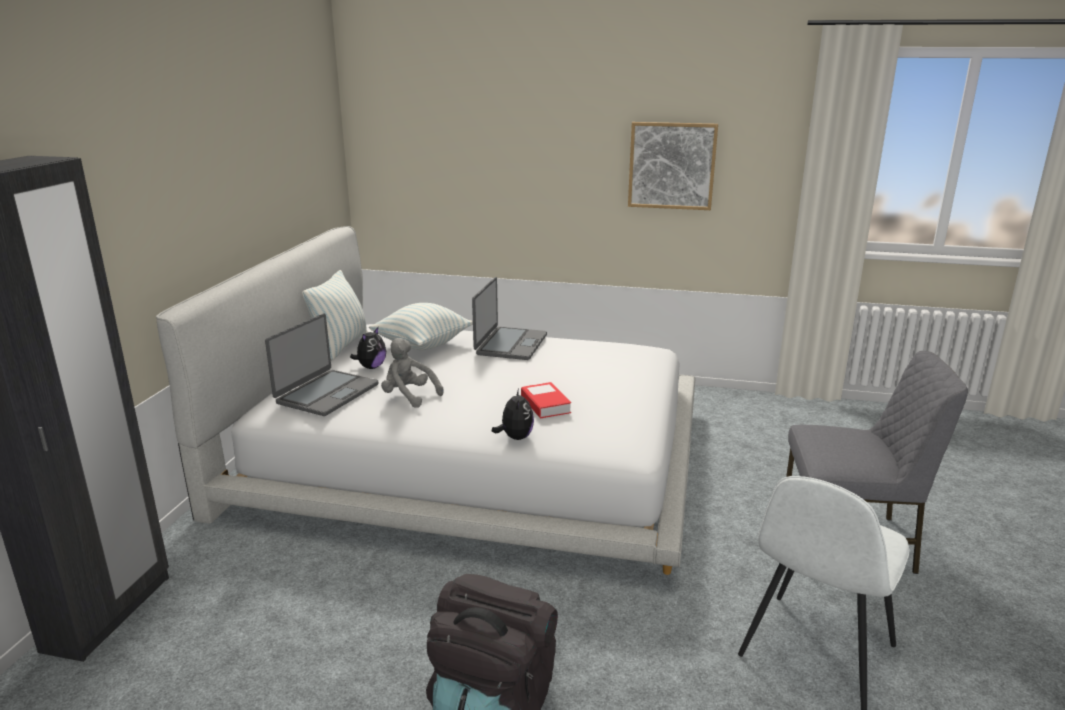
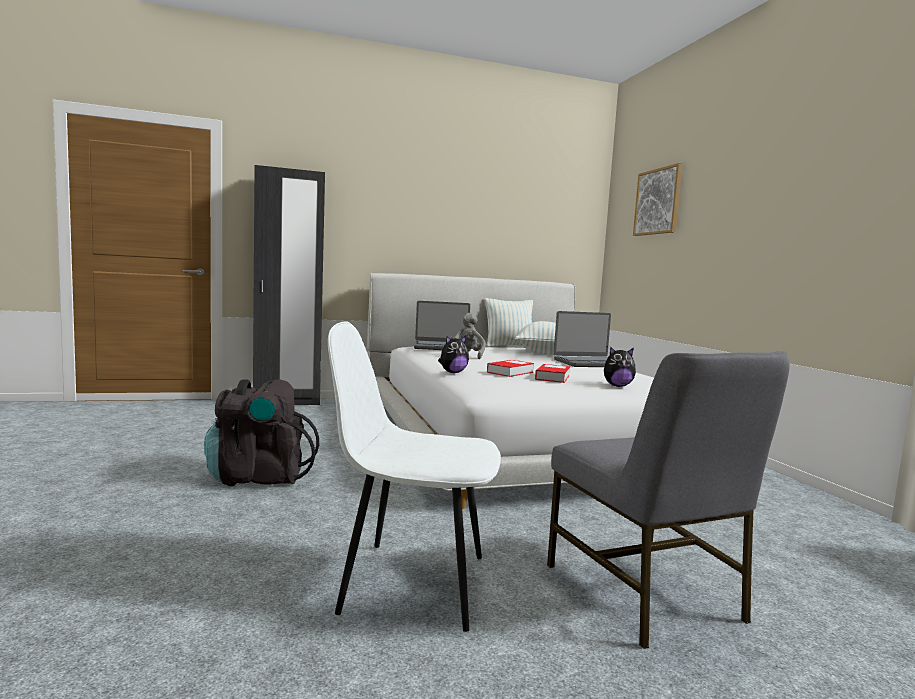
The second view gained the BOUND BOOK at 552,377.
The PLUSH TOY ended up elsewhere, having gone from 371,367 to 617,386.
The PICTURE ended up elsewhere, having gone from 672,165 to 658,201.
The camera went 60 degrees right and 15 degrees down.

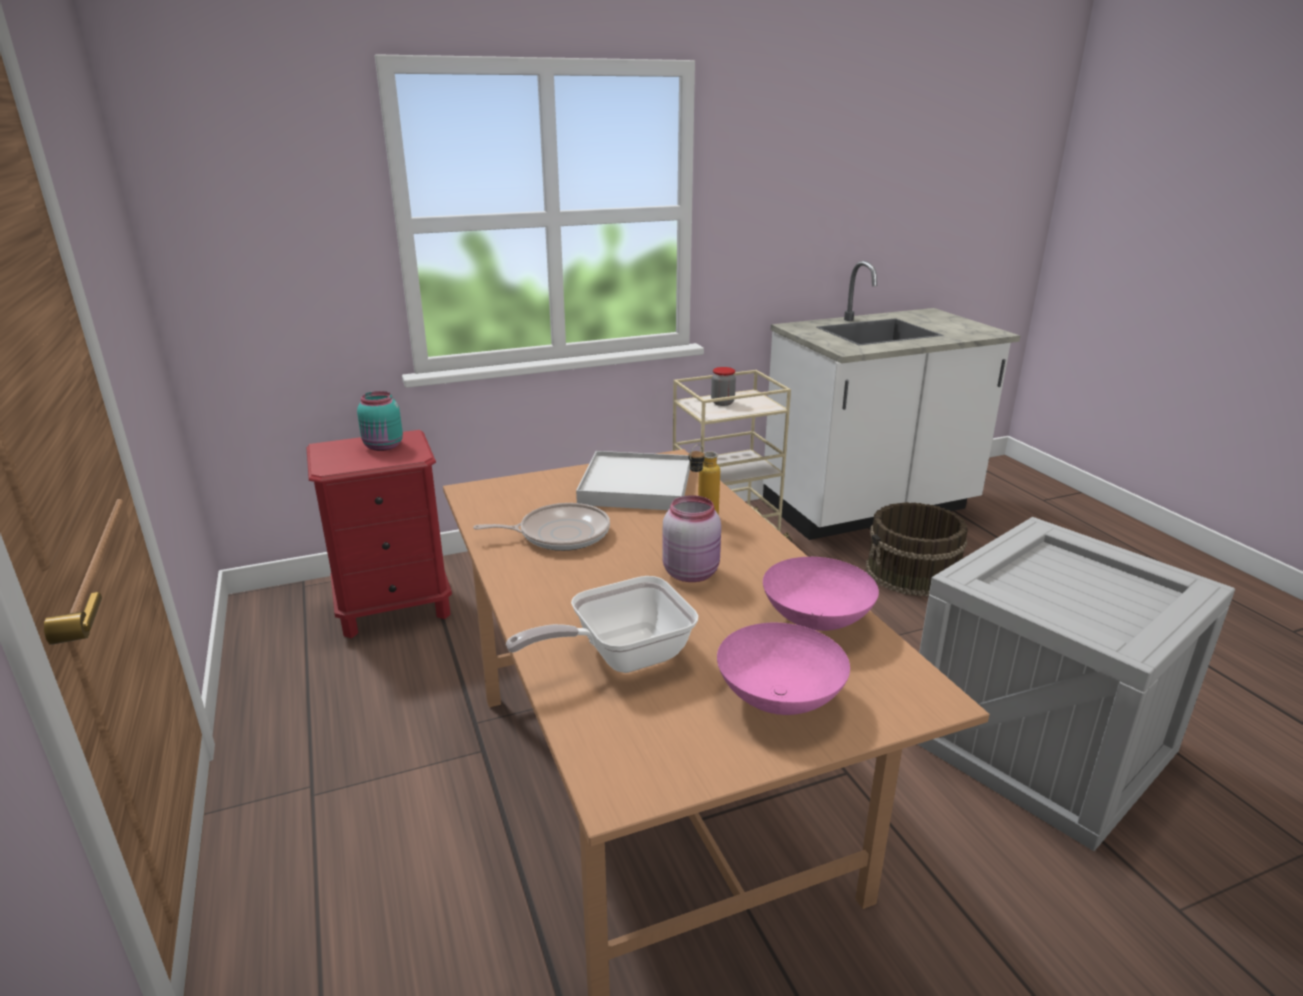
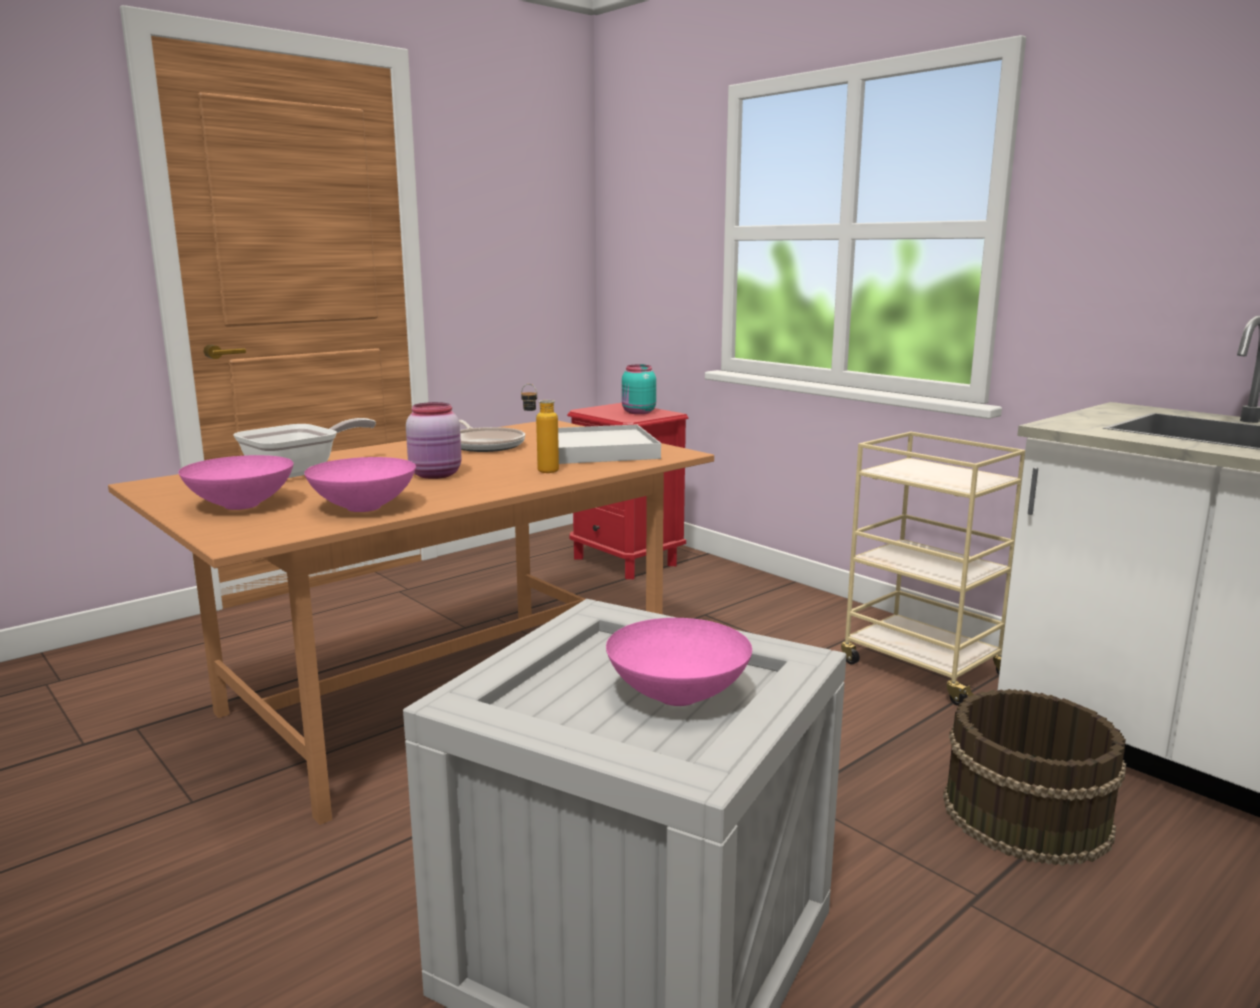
The PAN at 620,656 ended up facing another way, 90 degrees clockwise from before.
The second view gained the PINK-COLOURED SERVING BOWL at 680,695.
The second view lost the PRESERVE JAR at 722,403.
The camera went 70 degrees right and 10 degrees down.

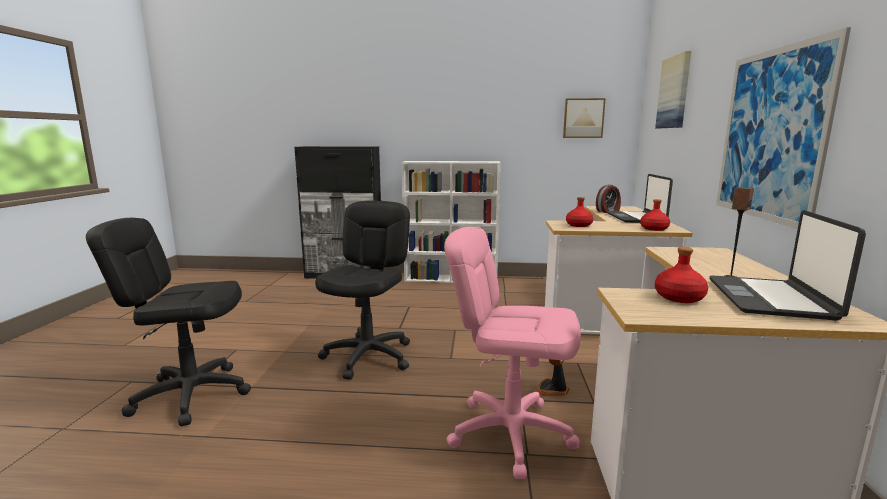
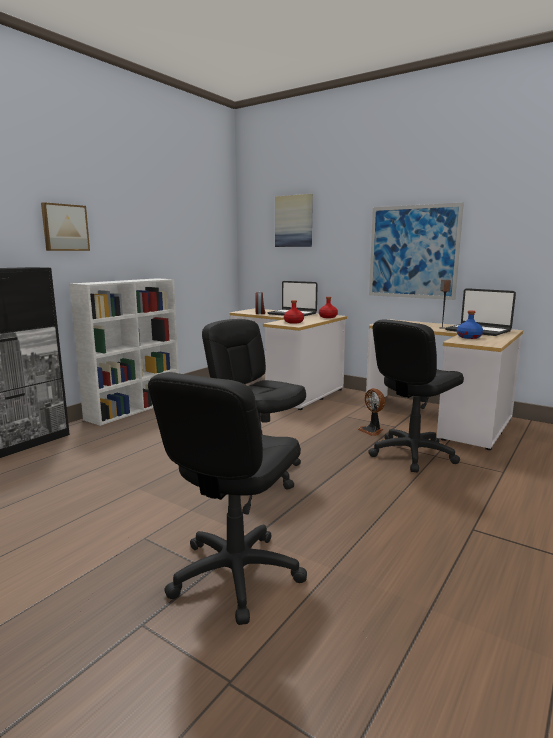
The PICTURE ended up elsewhere, having gone from 583,118 to 64,227.
What was the PINK-COLOURED OFFICE CHAIR at 510,433 turned into the BLACKISH OFFICE CHAIR at 412,454.
What was the RED-COLOURED DRINK BOTTLE at 679,297 turned into the BLUISH DRINK BOTTLE at 469,337.
The camera went 60 degrees left and 0 degrees up.

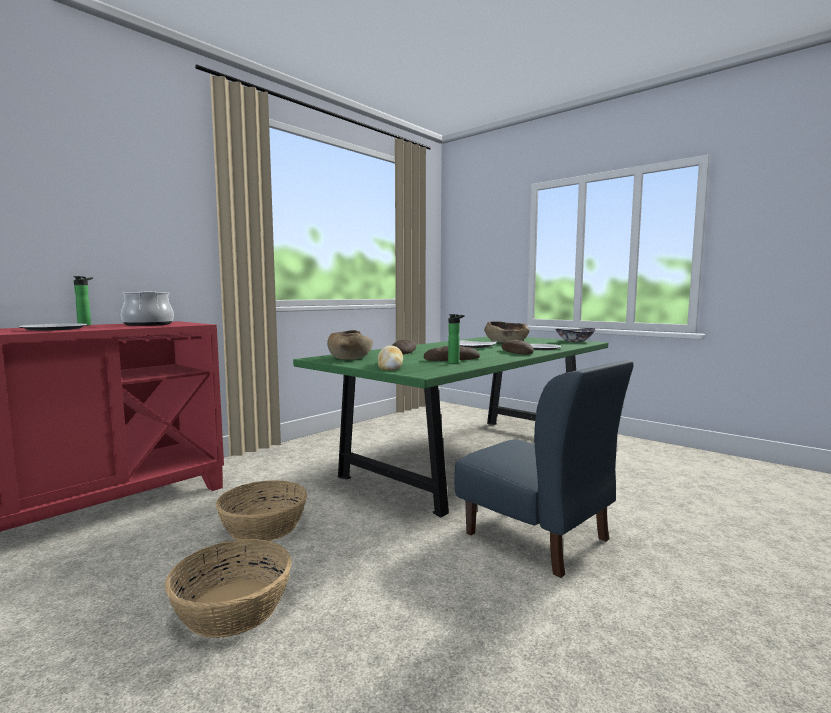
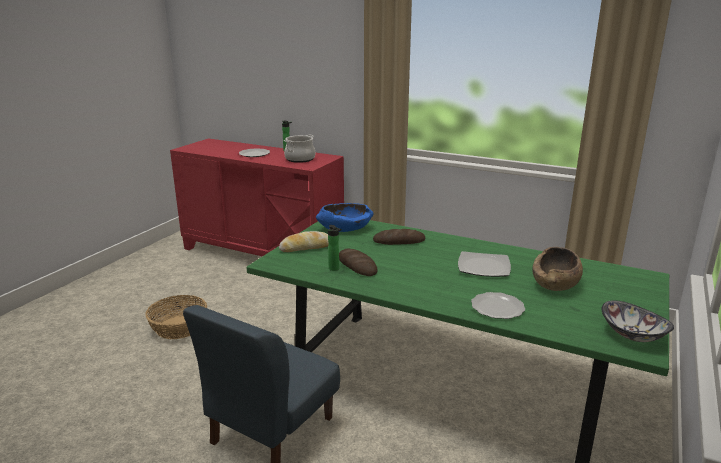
What was the BROWNISH SERVING BOWL at 350,357 turned into the BLUISH SERVING BOWL at 345,228.
The second view lost the STORAGE BASKET at 263,526.
The second view lost the BAKERY BREAD at 516,352.
The camera went 75 degrees right and 15 degrees up.

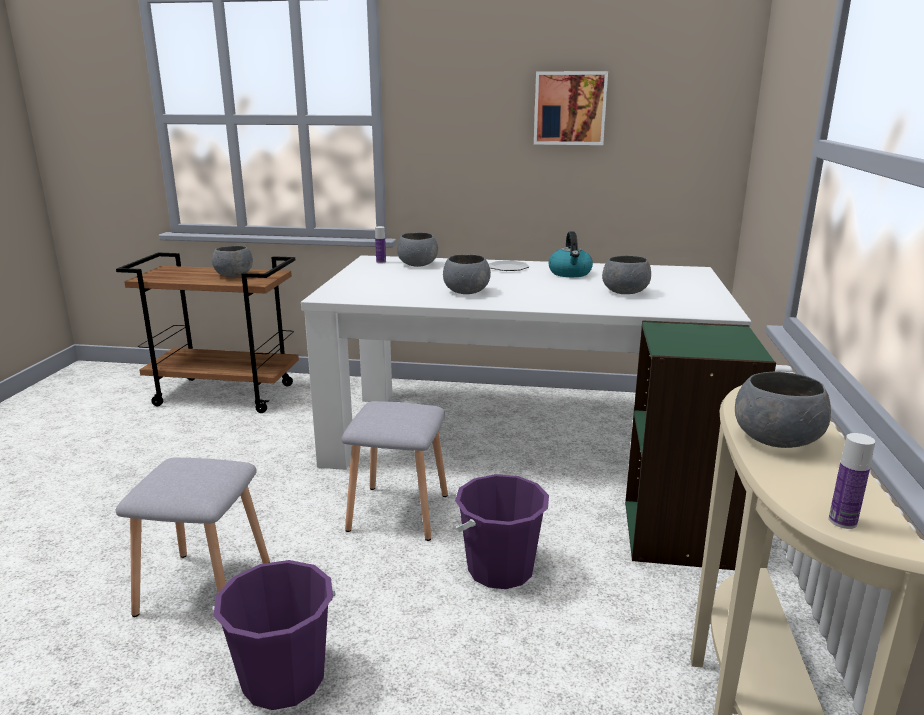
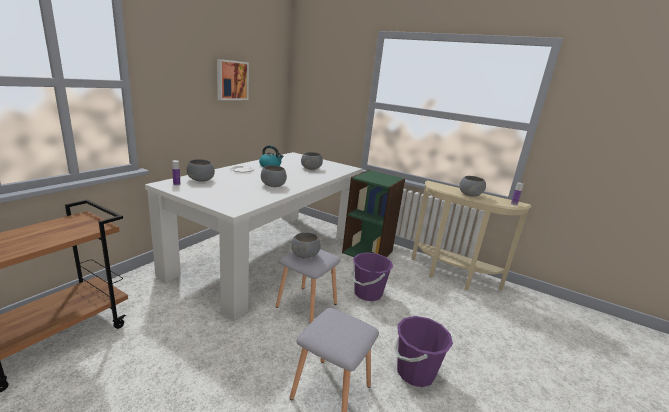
The GRAY SERVING BOWL ended up elsewhere, having gone from 234,275 to 304,255.
The camera went 70 degrees left and 0 degrees up.

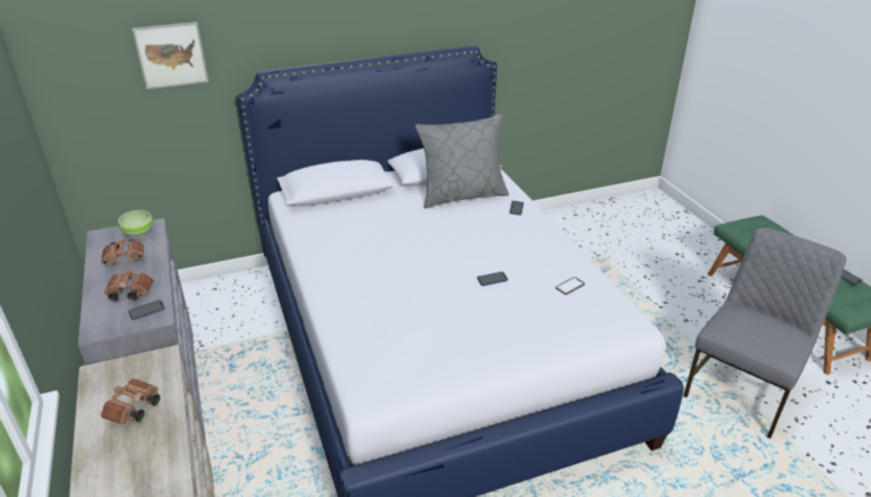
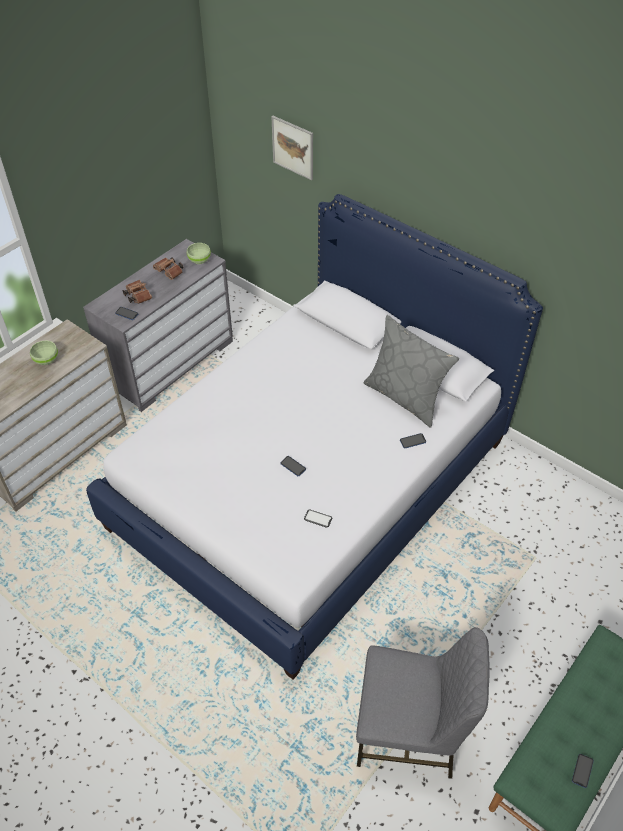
Where the BROWNISH BINOCULARS stood at 133,410, the GREENISH SERVING BOWL came to stand at 46,360.
The camera went 60 degrees right and 15 degrees up.

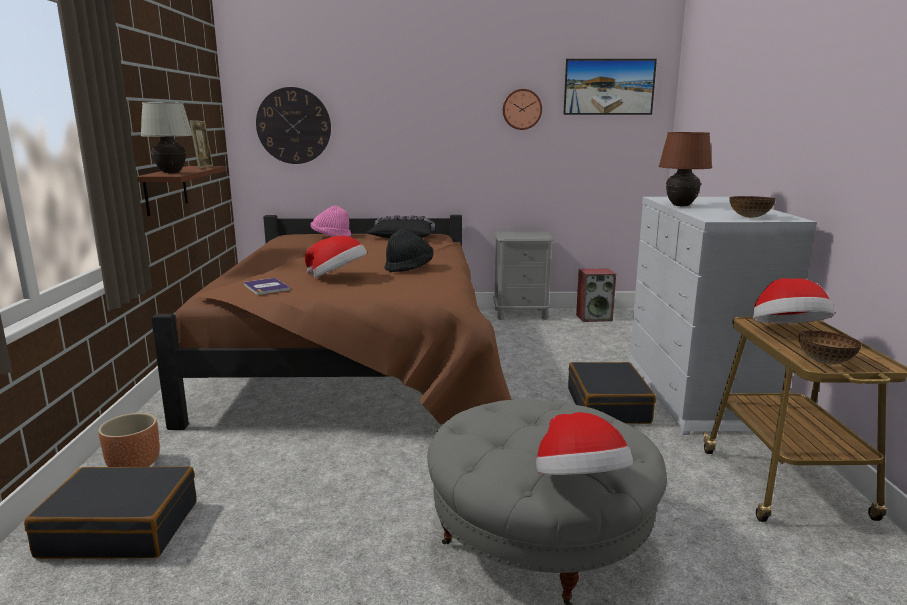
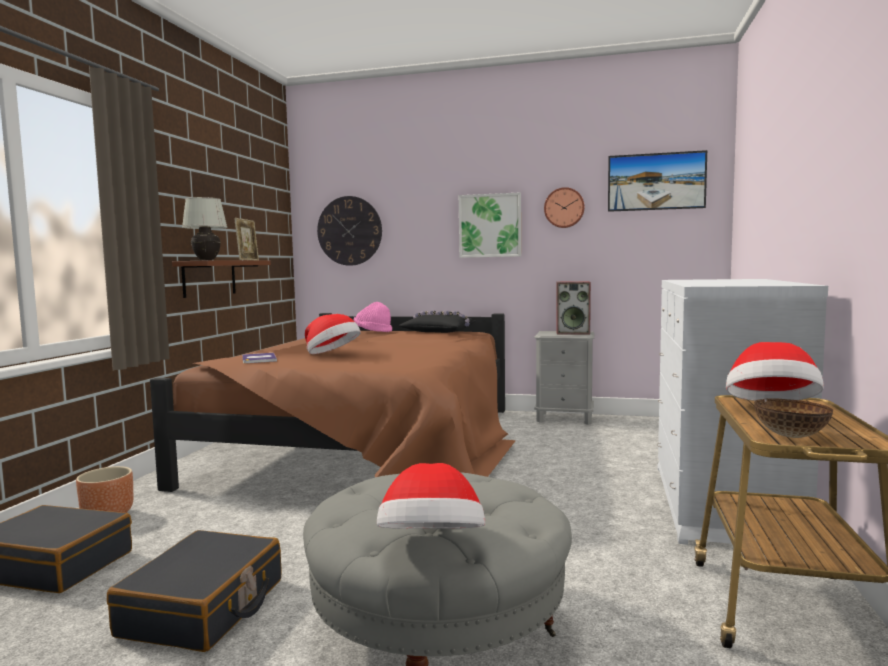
The BLACKISH TRAVEL CASE ended up elsewhere, having gone from 608,405 to 204,608.
The second view gained the PICTURE at 490,225.
The LOUDSPEAKER ended up elsewhere, having gone from 594,317 to 573,332.
The second view lost the BLACKISH HAT at 409,268.
The second view lost the BROWNISH TABLETOP LAMP at 680,206.
The second view lost the SERVING BOWL at 749,217.
The camera went 15 degrees right and 10 degrees down.

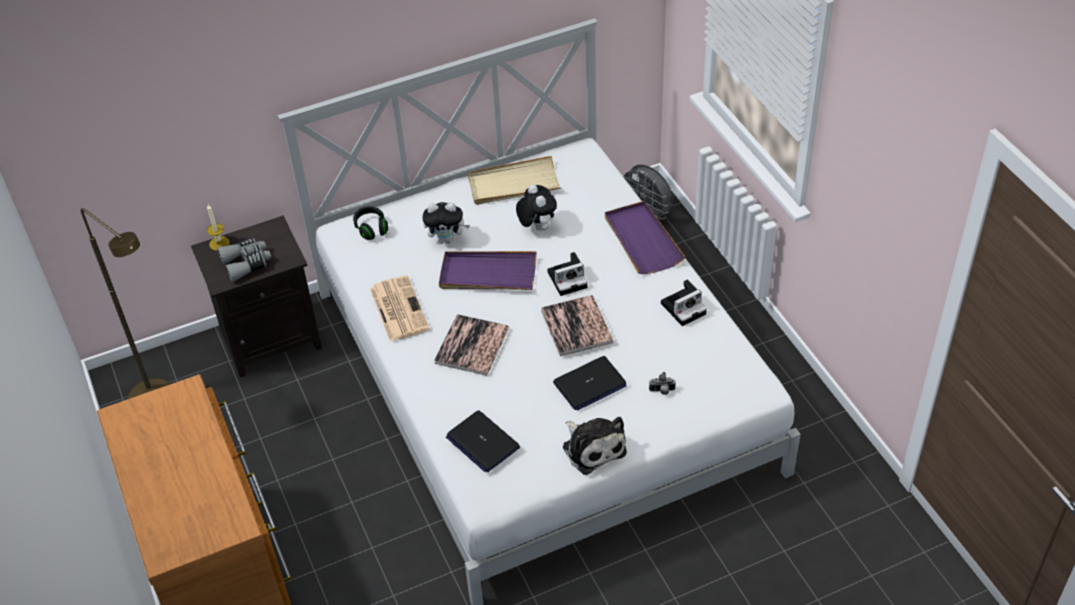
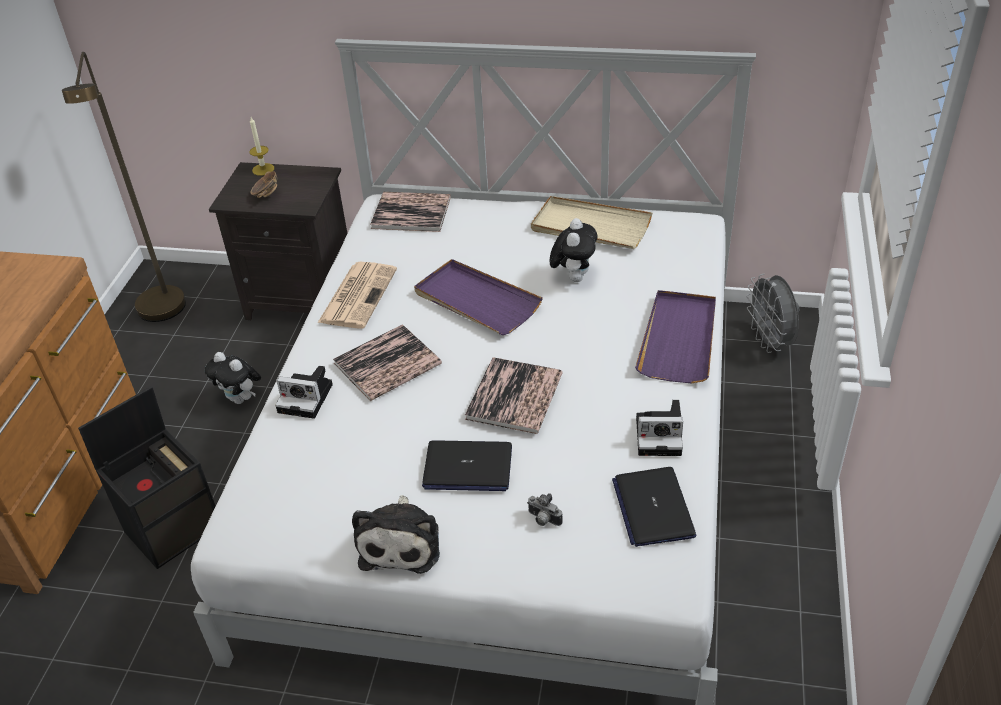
The second view gained the BLACKISH STORAGE CONTAINER at 174,527.
The PLUSH TOY ended up elsewhere, having gone from 447,239 to 241,399.
Where the GRAY BINOCULARS stood at 247,263, the SERVING BOWL came to stand at 266,194.
The STILL CAMERA ended up elsewhere, having gone from 568,279 to 308,398.
Where the BLACKISH HEADPHONES stood at 371,228, the BOUND BOOK came to stand at 411,213.
The LAPTOP ended up elsewhere, having gone from 482,442 to 653,507.
The camera went 35 degrees right and 5 degrees down.

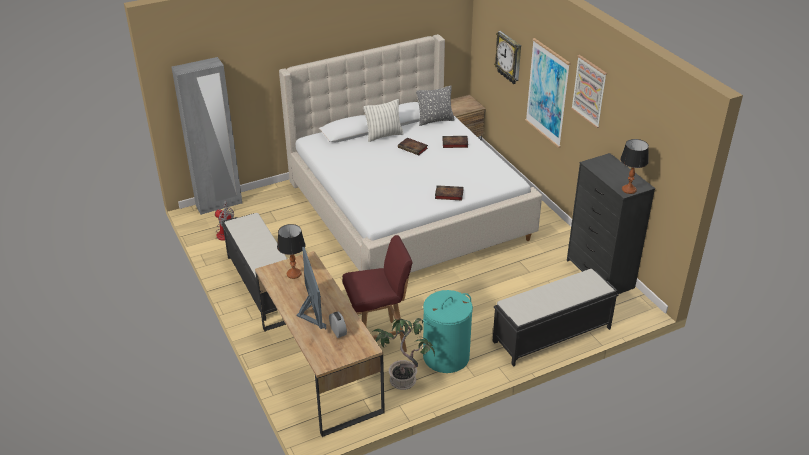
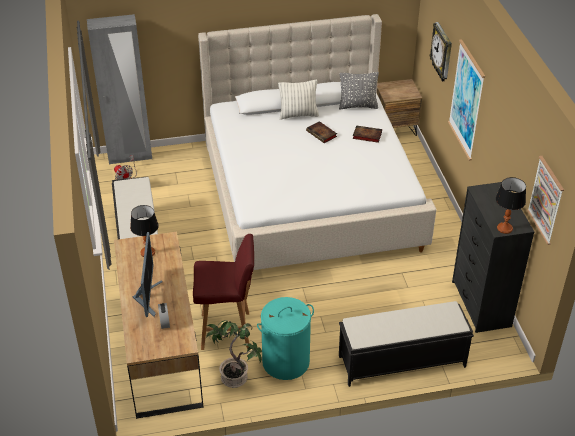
The PICTURE ended up elsewhere, having gone from 589,91 to 546,200.
The second view lost the BOUND BOOK at 448,194.
The camera went 15 degrees right and 5 degrees up.

